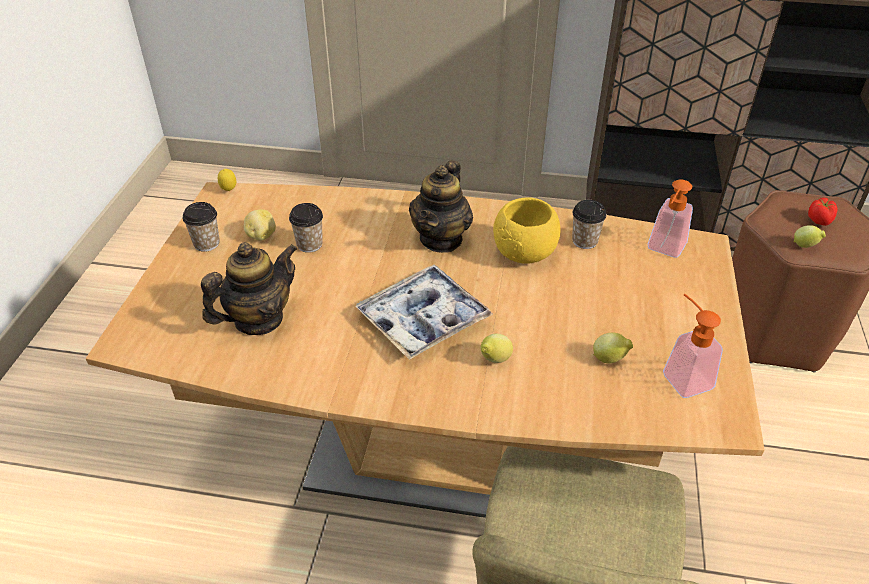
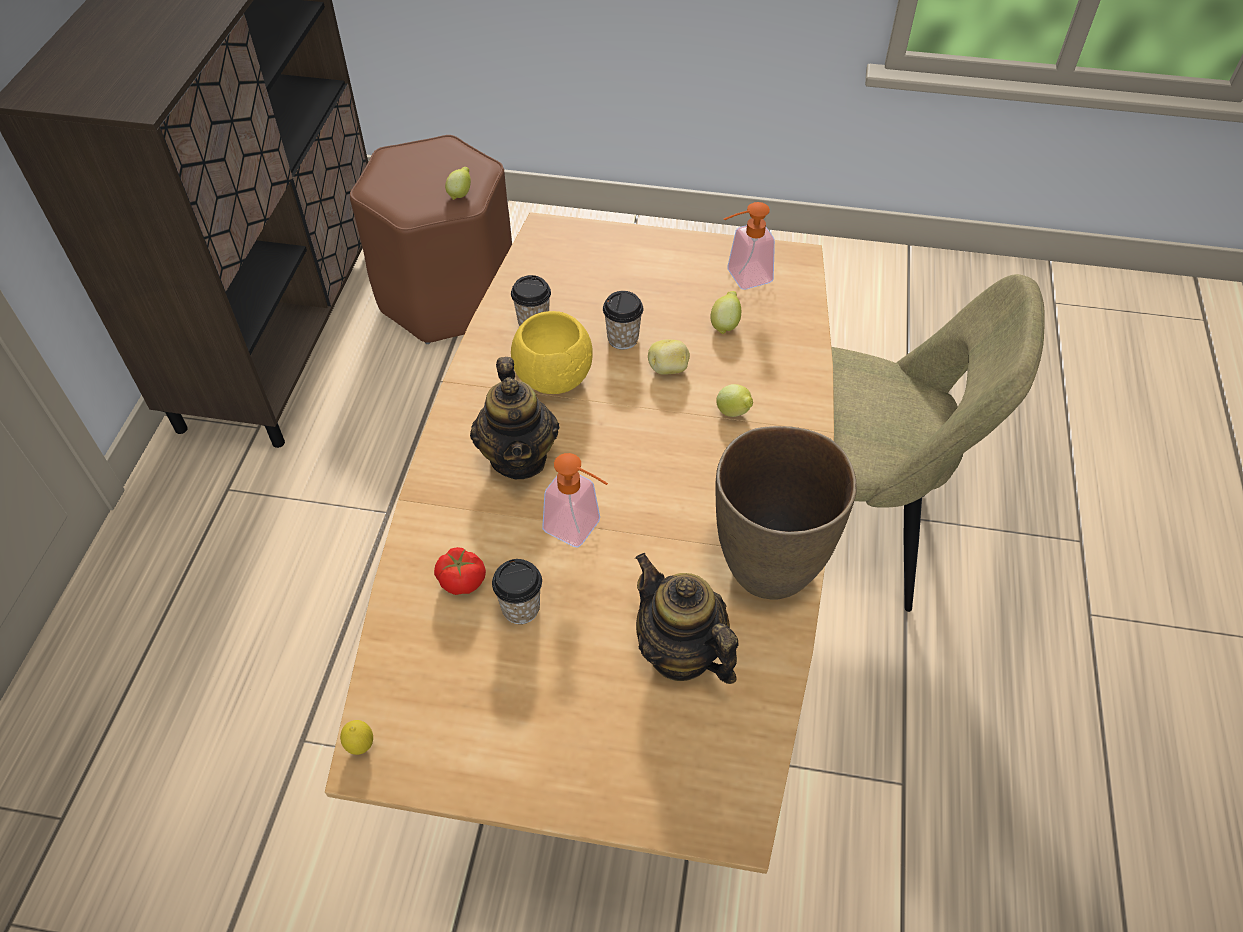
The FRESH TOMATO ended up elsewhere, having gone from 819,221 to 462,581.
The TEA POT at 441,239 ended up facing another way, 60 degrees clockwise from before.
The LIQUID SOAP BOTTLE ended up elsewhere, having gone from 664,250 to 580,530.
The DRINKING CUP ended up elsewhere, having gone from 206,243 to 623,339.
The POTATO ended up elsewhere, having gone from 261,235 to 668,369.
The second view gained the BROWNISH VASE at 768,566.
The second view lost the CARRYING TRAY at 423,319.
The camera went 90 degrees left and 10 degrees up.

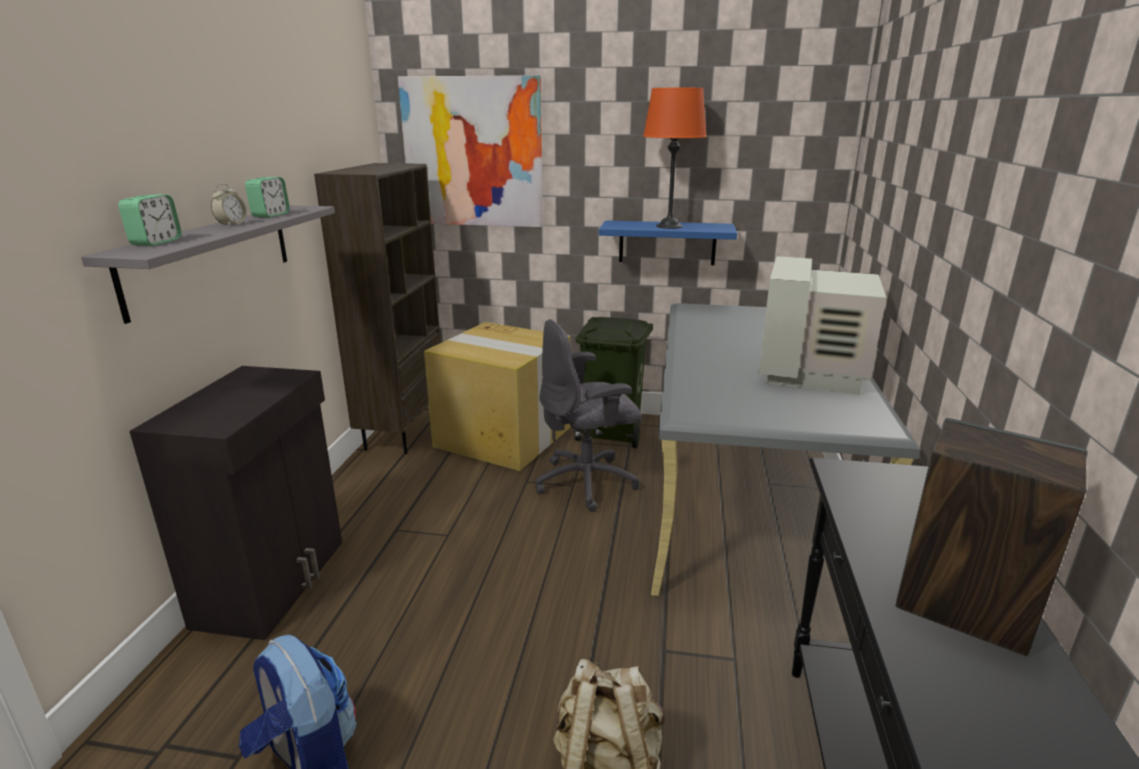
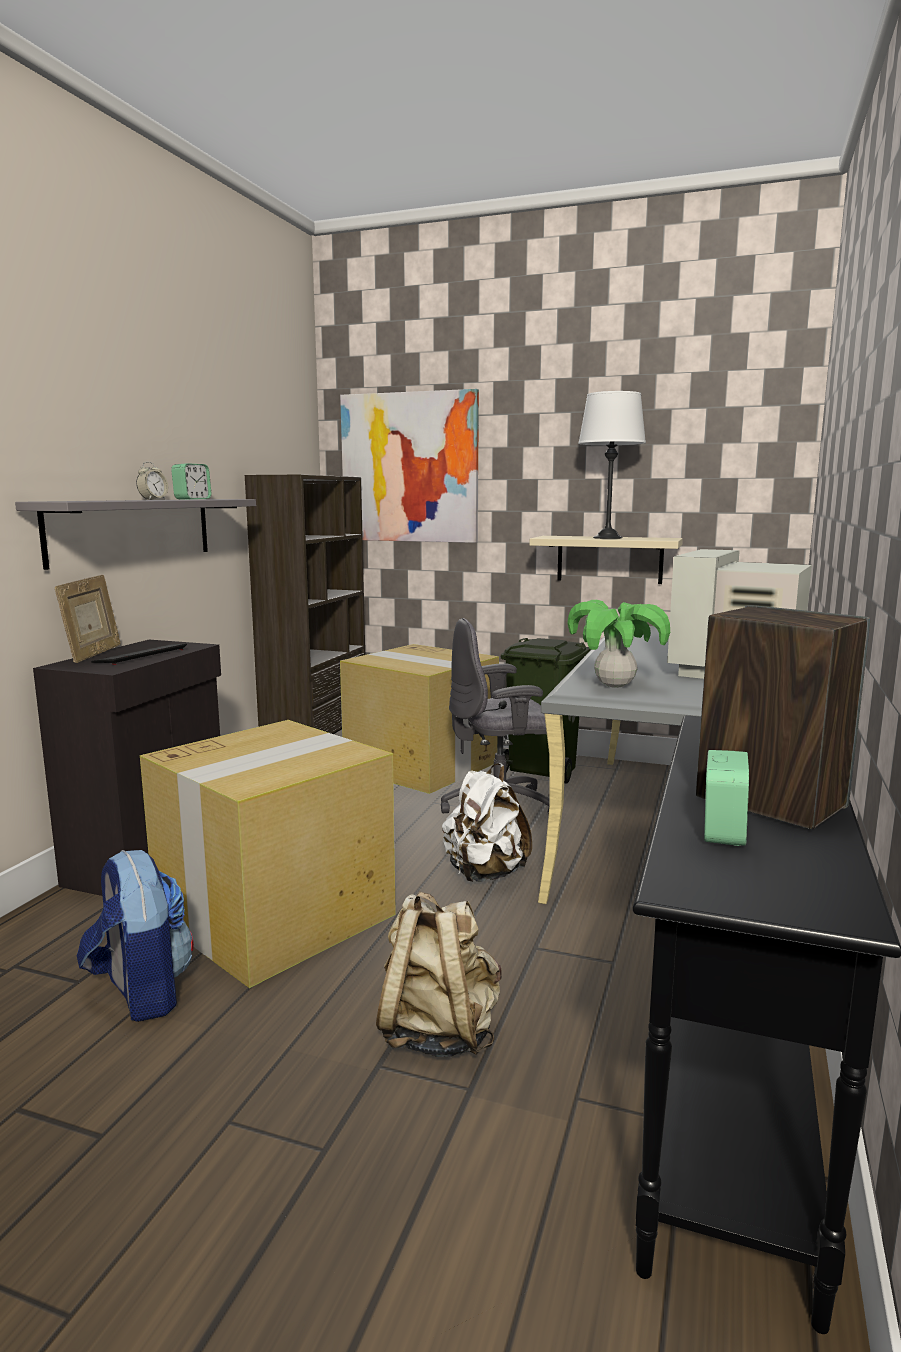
The second view gained the PHOTO FRAME at 93,655.
The second view gained the COMPUTER KEYBOARD at 141,655.
The second view gained the CARDBOARD BOX at 277,915.
The second view gained the WHITISH KNAPSACK at 484,874.
What was the BLUISH BRACKET SHELF at 667,242 turned into the SAND-COLOURED BRACKET SHELF at 609,559.
The second view gained the POTTED PLANT at 615,685.
What was the ORANGEY TABLETOP LAMP at 669,226 turned into the WHITISH TABLETOP LAMP at 607,538.
The TABLE CLOCK ended up elsewhere, having gone from 156,242 to 723,832.
The camera went 10 degrees right and 10 degrees down.

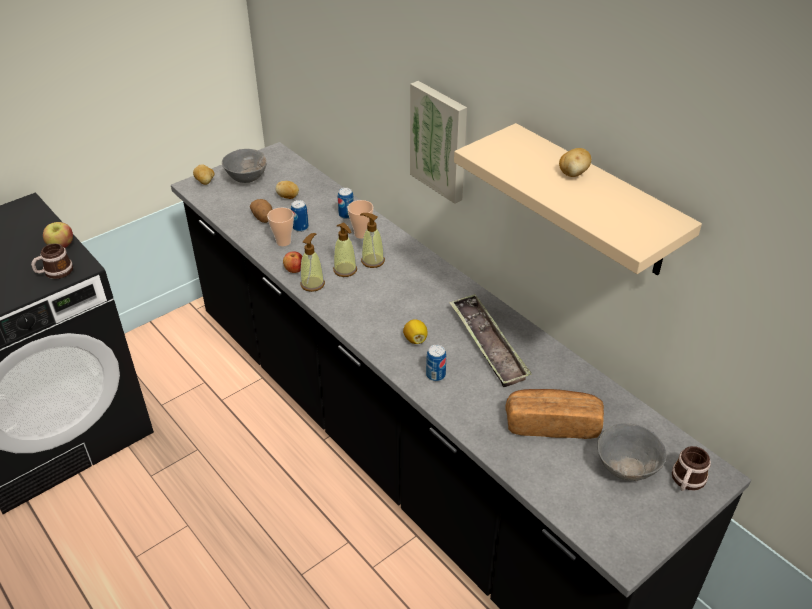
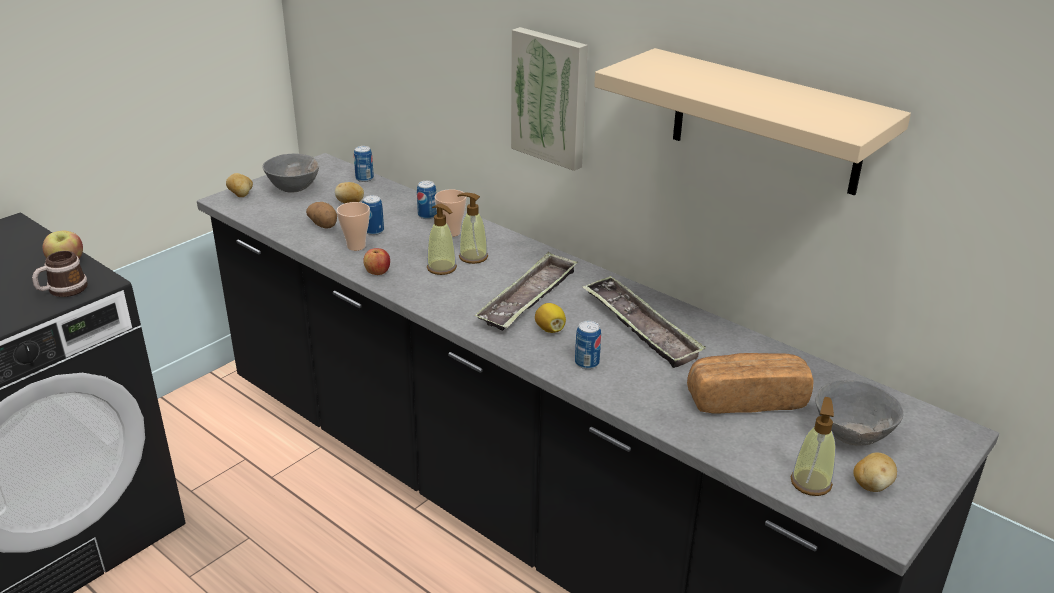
The second view gained the CAN at 364,178.
The second view gained the CARRYING TRAY at 528,298.
The LIQUID SOAP BOTTLE ended up elsewhere, having gone from 312,284 to 811,482.
The POTATO ended up elsewhere, having gone from 573,174 to 871,485.
The second view lost the COFFEE MUG at 686,481.
The camera went 10 degrees left and 10 degrees down.

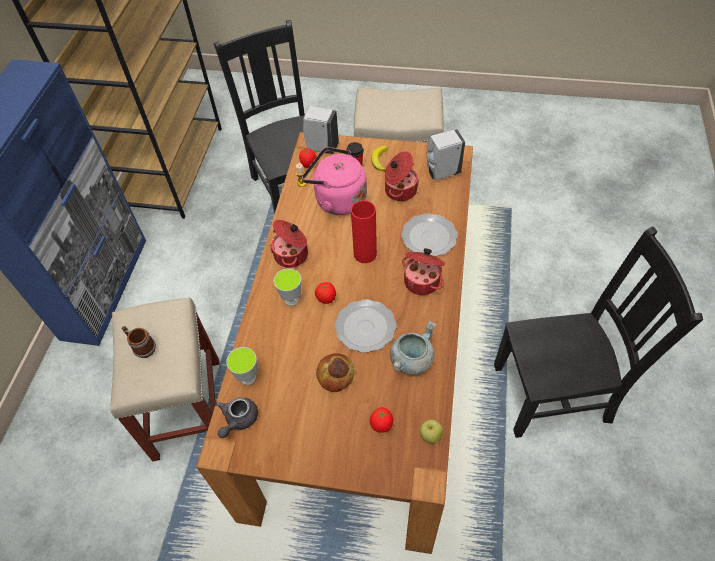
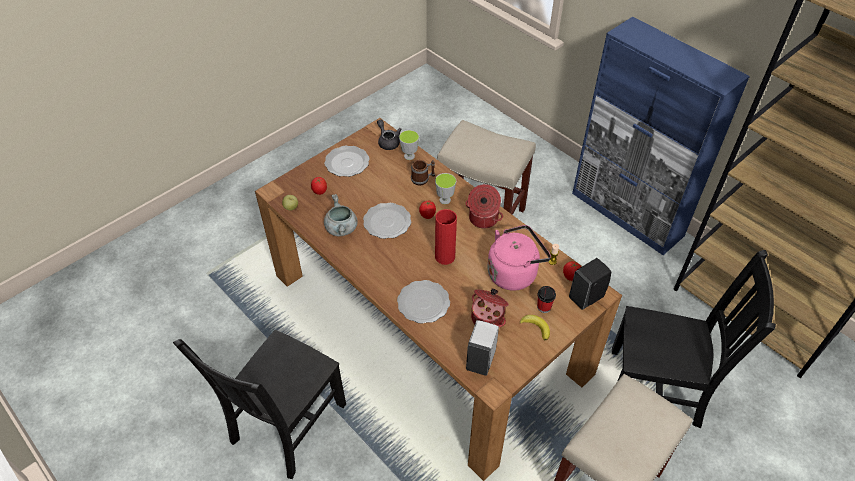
The second view gained the FLAT DISH at 346,163.
The COFFEE MUG ended up elsewhere, having gone from 142,347 to 423,179.
What was the WHITISH LIQUID SOAP BOTTLE at 321,147 turned into the BLACKISH LIQUID SOAP BOTTLE at 587,297.
The second view lost the BAKERY BREAD at 335,374.
The second view lost the COOKING POT at 422,281.
The camera went 125 degrees right and 5 degrees down.

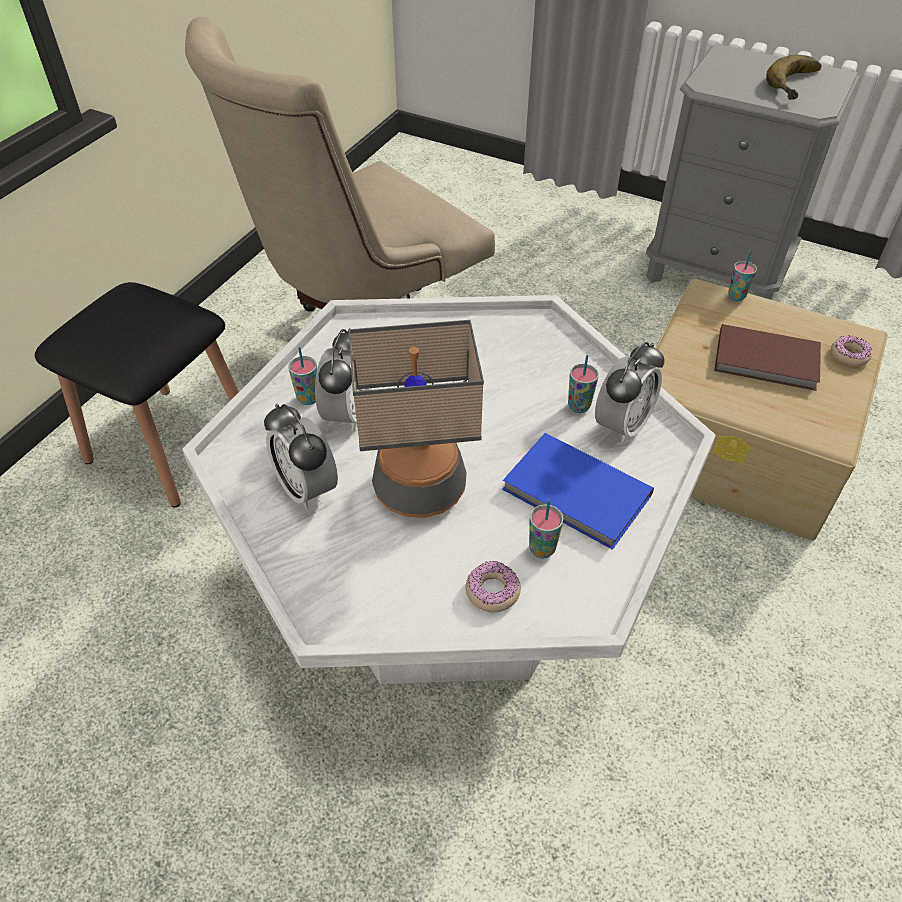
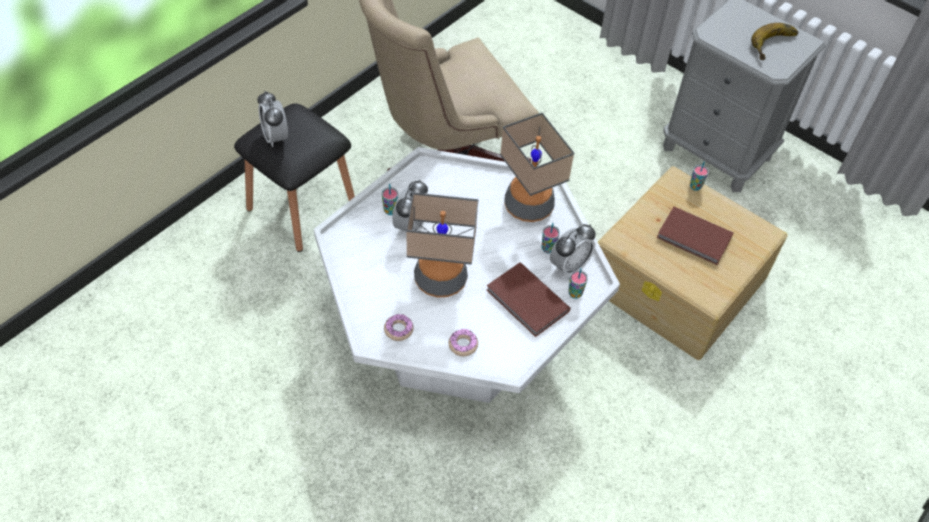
The TABLE CLOCK ended up elsewhere, having gone from 307,488 to 275,137.
The RING DOUGHNUT ended up elsewhere, having gone from 849,355 to 398,330.
What was the BLUISH BOUND BOOK at 576,495 turned into the BROWNISH BOUND BOOK at 527,302.
The second view gained the TABLETOP LAMP at 528,206.
The DRINKING CUP ended up elsewhere, having gone from 542,549 to 575,293.
The camera went 10 degrees right and 5 degrees up.

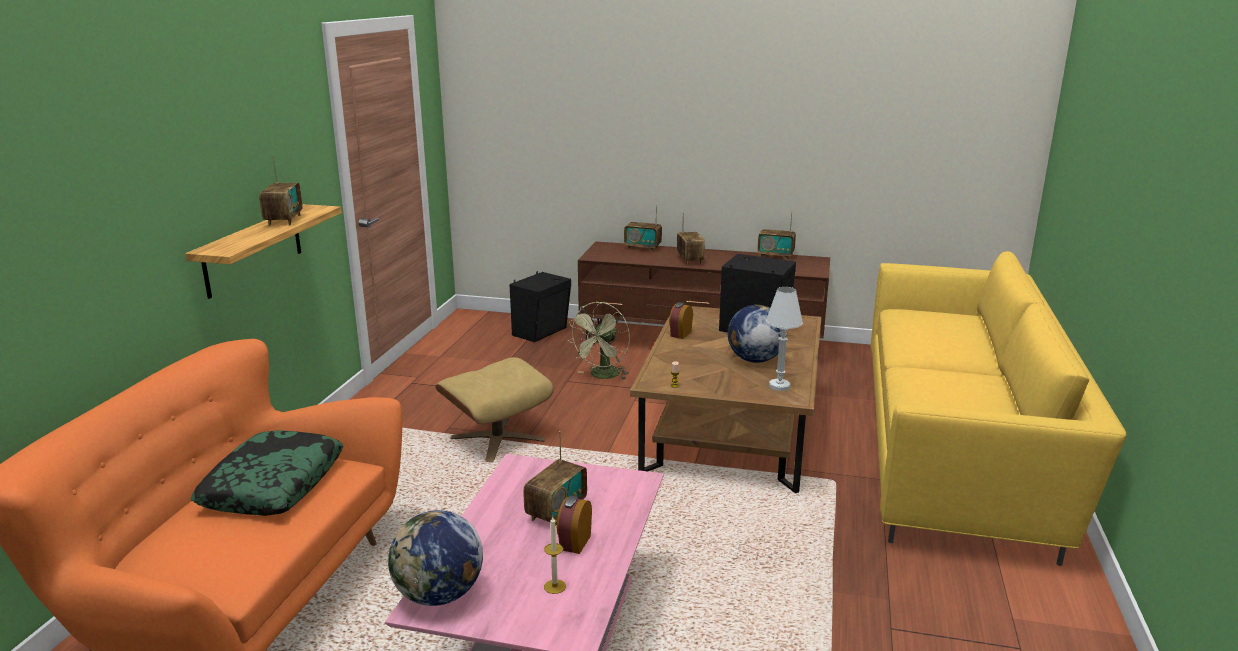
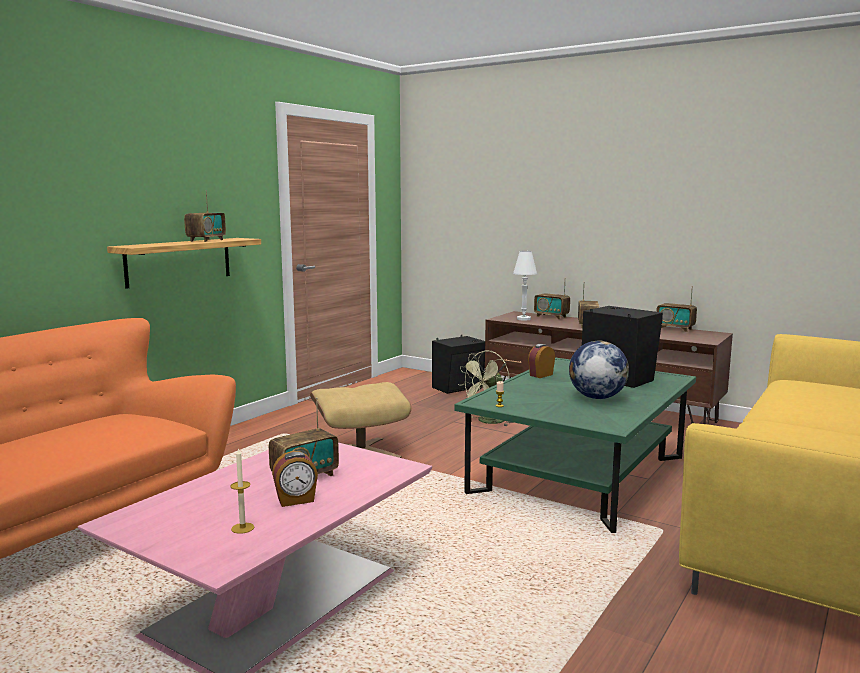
The TABLE CLOCK at 574,542 ended up facing another way, 150 degrees counterclockwise from before.
What was the BROWNISH COFFEE TABLE at 730,430 turned into the GREENISH COFFEE TABLE at 580,475.
The WHITISH TABLETOP LAMP ended up elsewhere, having gone from 779,386 to 523,319.
The second view lost the THROW PILLOW at 273,485.
The second view lost the DESK GLOBE at 439,595.
The camera went 20 degrees right and 10 degrees down.

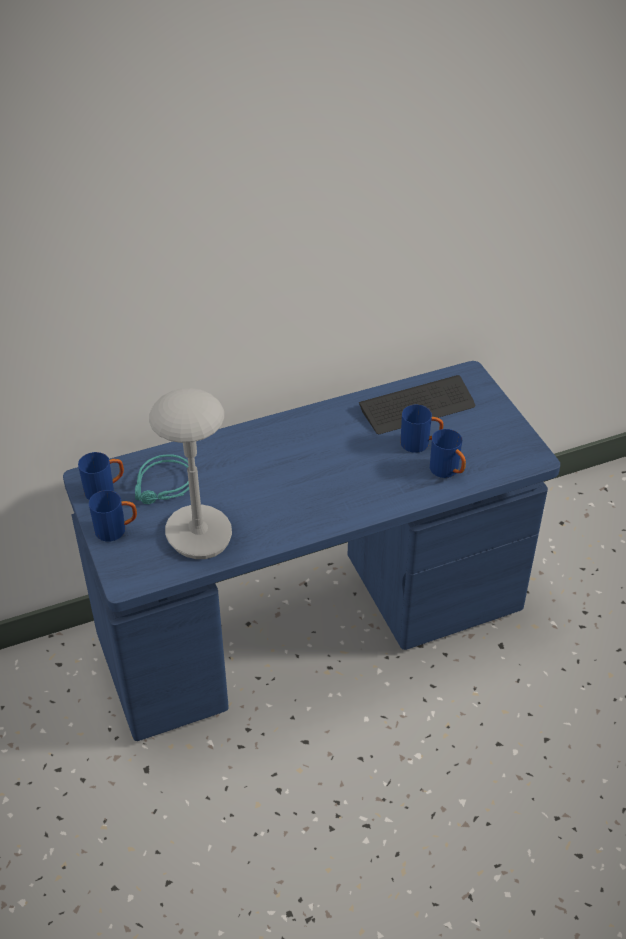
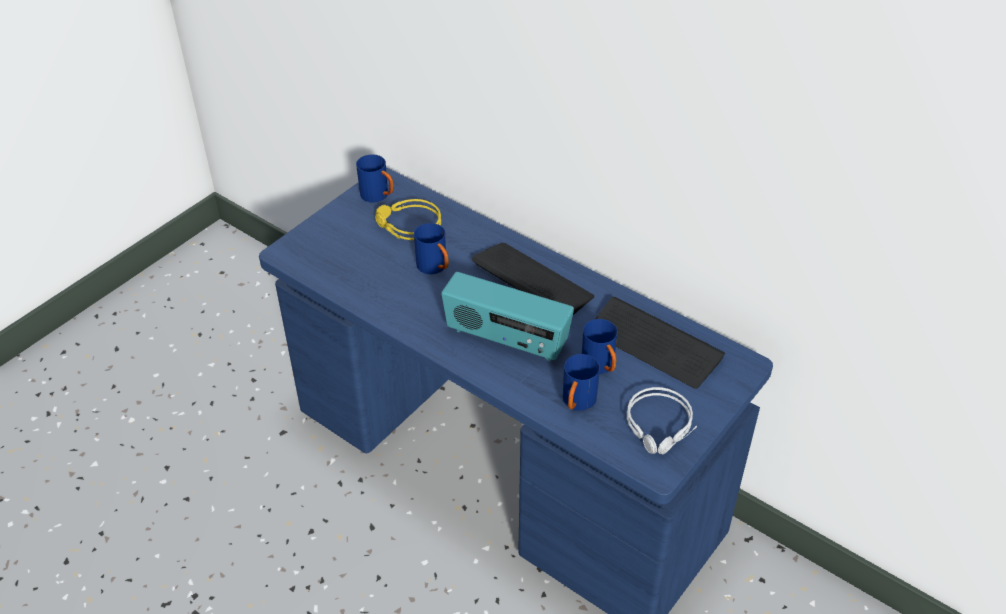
What was the BLUE-GREEN HEADPHONES at 164,486 turned into the YELLOW HEADPHONES at 407,226.
The BLUISH COFFEE MUG ended up elsewhere, having gone from 116,530 to 435,268.
The second view gained the RADIO at 506,340.
The second view gained the COMPUTER KEYBOARD at 533,281.
The second view gained the GRAY HEADPHONES at 660,426.
The second view lost the GRAY TABLETOP LAMP at 199,534.
The camera went 60 degrees right and 0 degrees up.

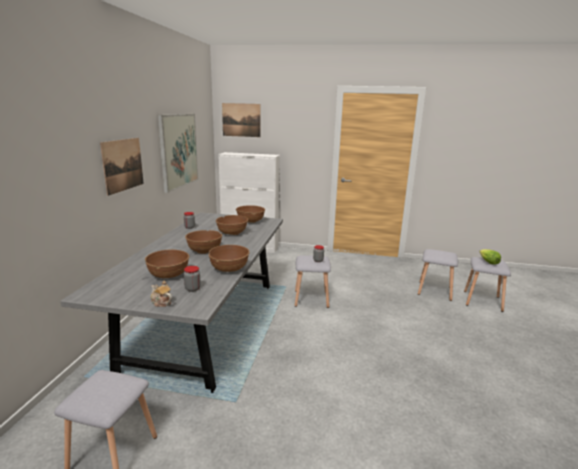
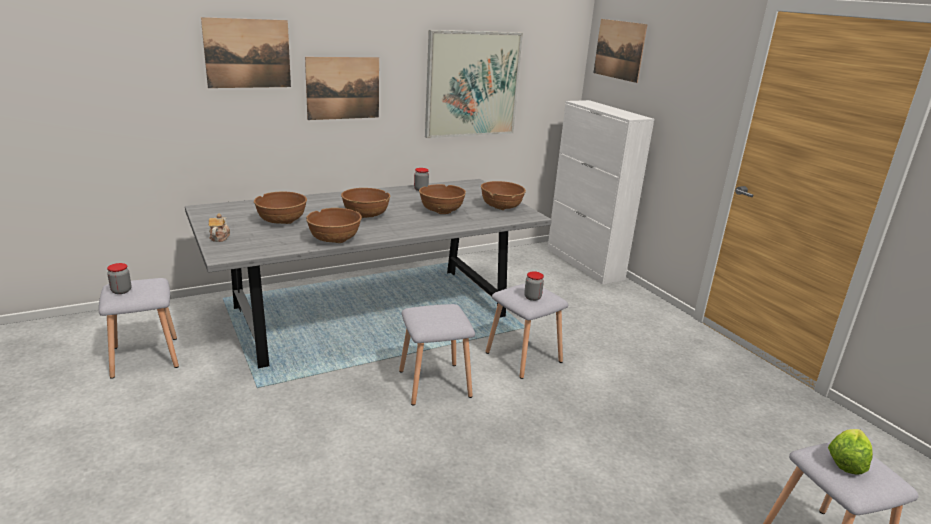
The PRESERVE JAR ended up elsewhere, having gone from 192,289 to 121,291.
The second view gained the PICTURE at 247,53.
The GRAY STOOL SEAT ended up elsewhere, having gone from 435,291 to 433,384.
The camera went 50 degrees right and 5 degrees up.

